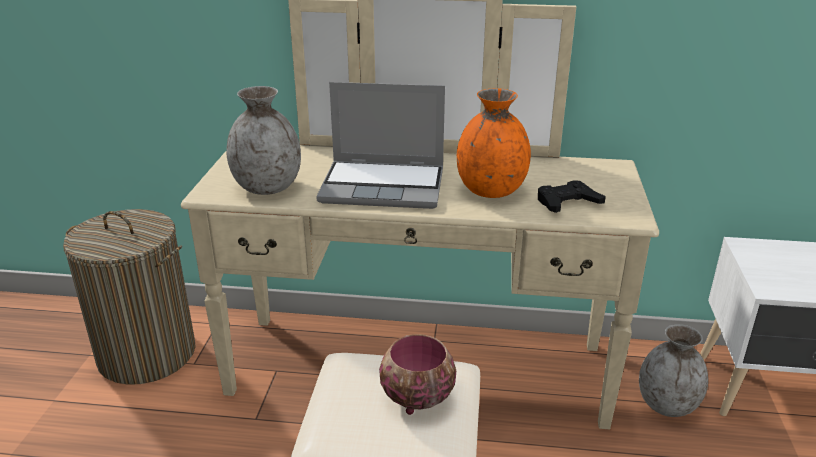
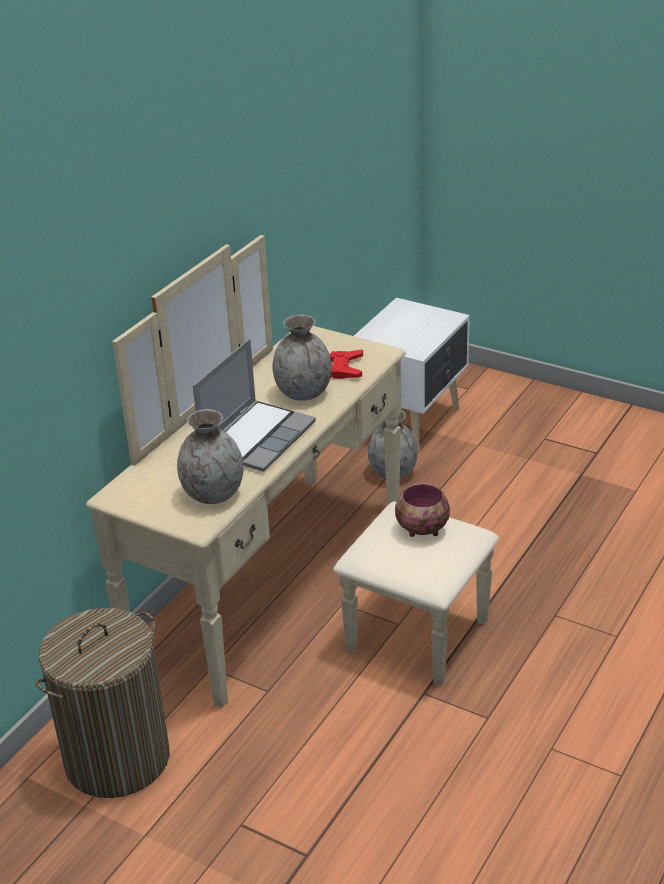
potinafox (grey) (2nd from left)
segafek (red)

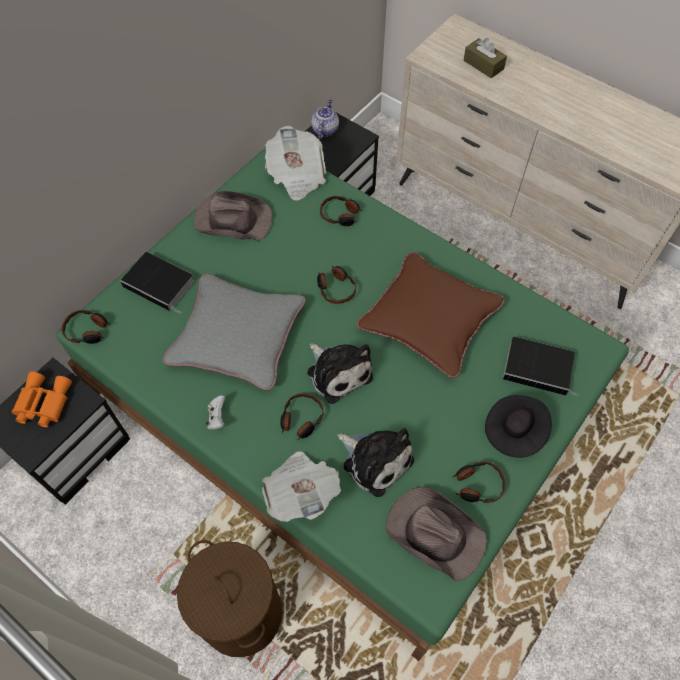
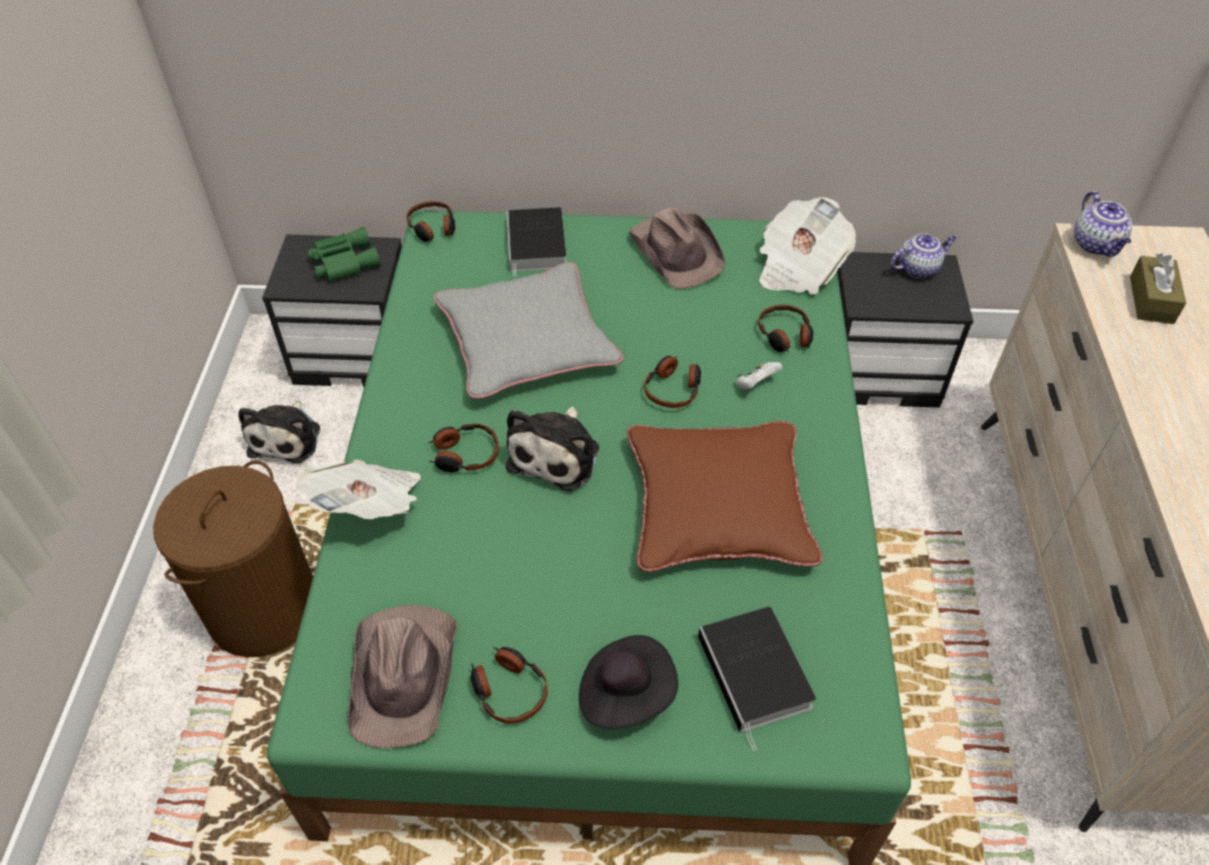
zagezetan (1st from left)
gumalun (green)
segafek (white)
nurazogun (2nd from left)

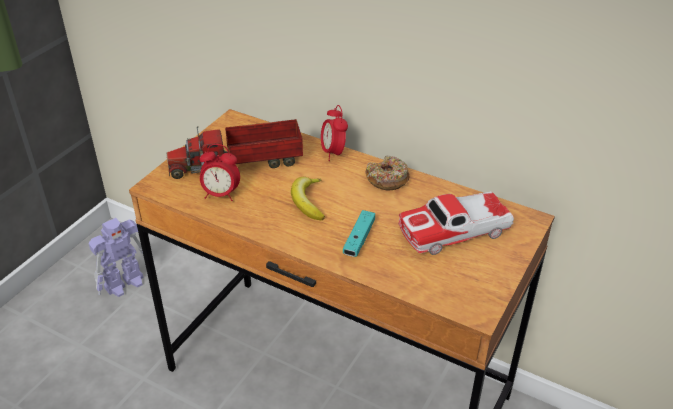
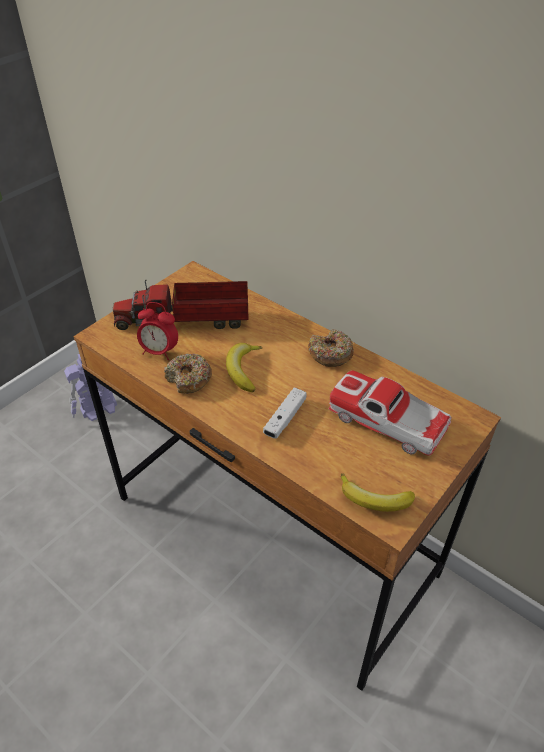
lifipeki (1st from left)
segafek (white)
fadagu
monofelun (2nd from left)
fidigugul (2nd from left in the first image)

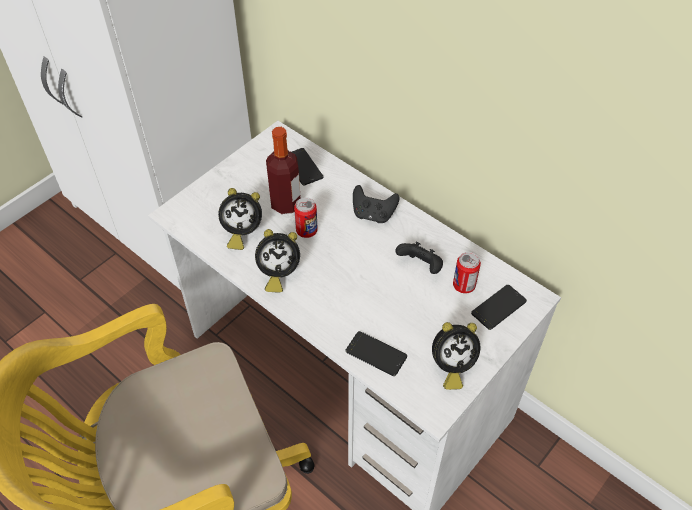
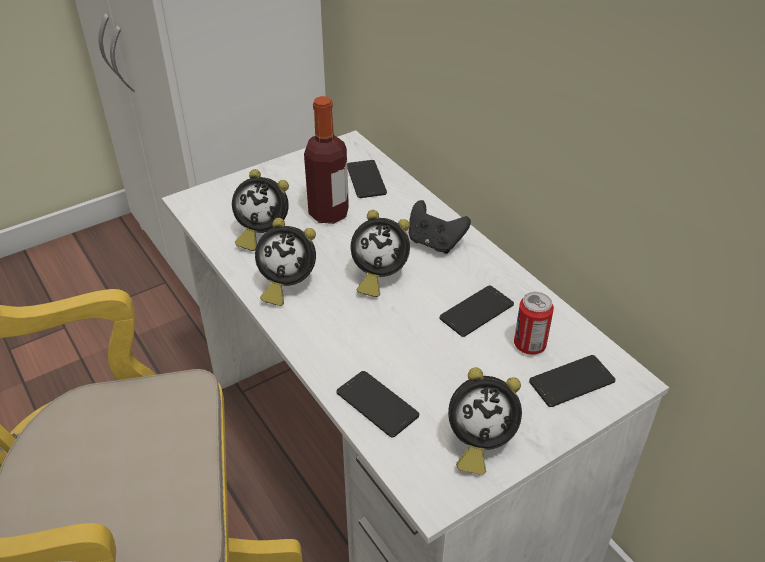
fidigugul (3rd from left)
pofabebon (3rd from left)
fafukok (1st from left in the first image)

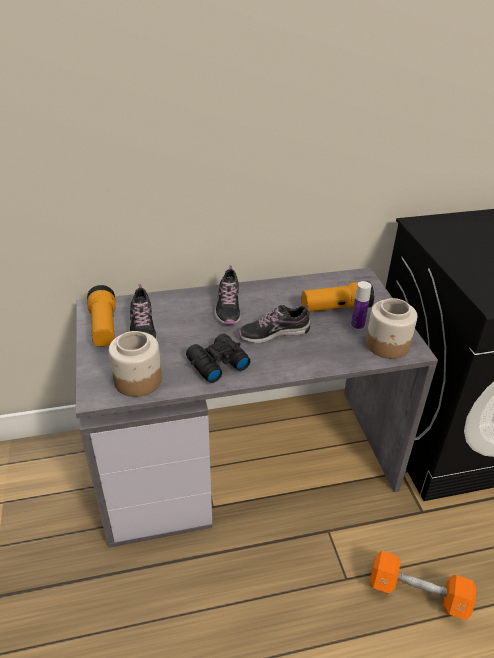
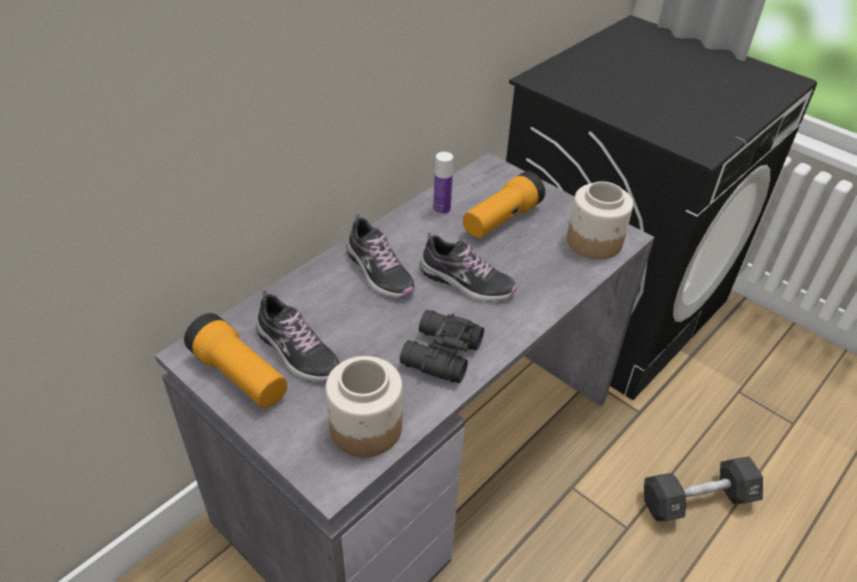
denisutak (3rd from left)
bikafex
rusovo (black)

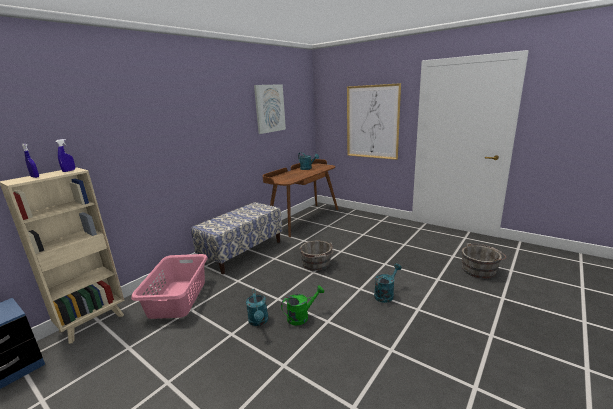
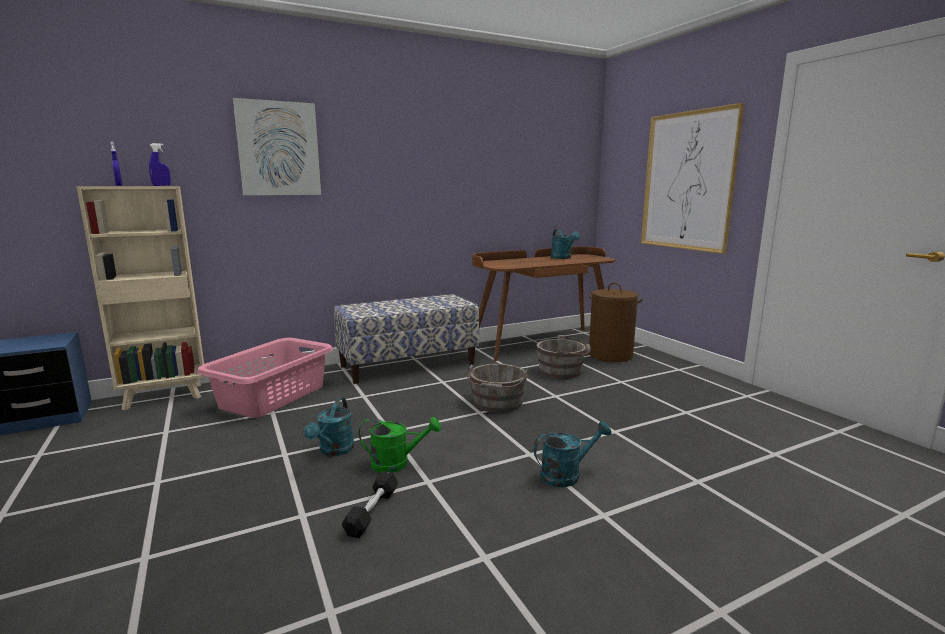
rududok (1st from left)
rusovo (black)
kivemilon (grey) (2nd from left)
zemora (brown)

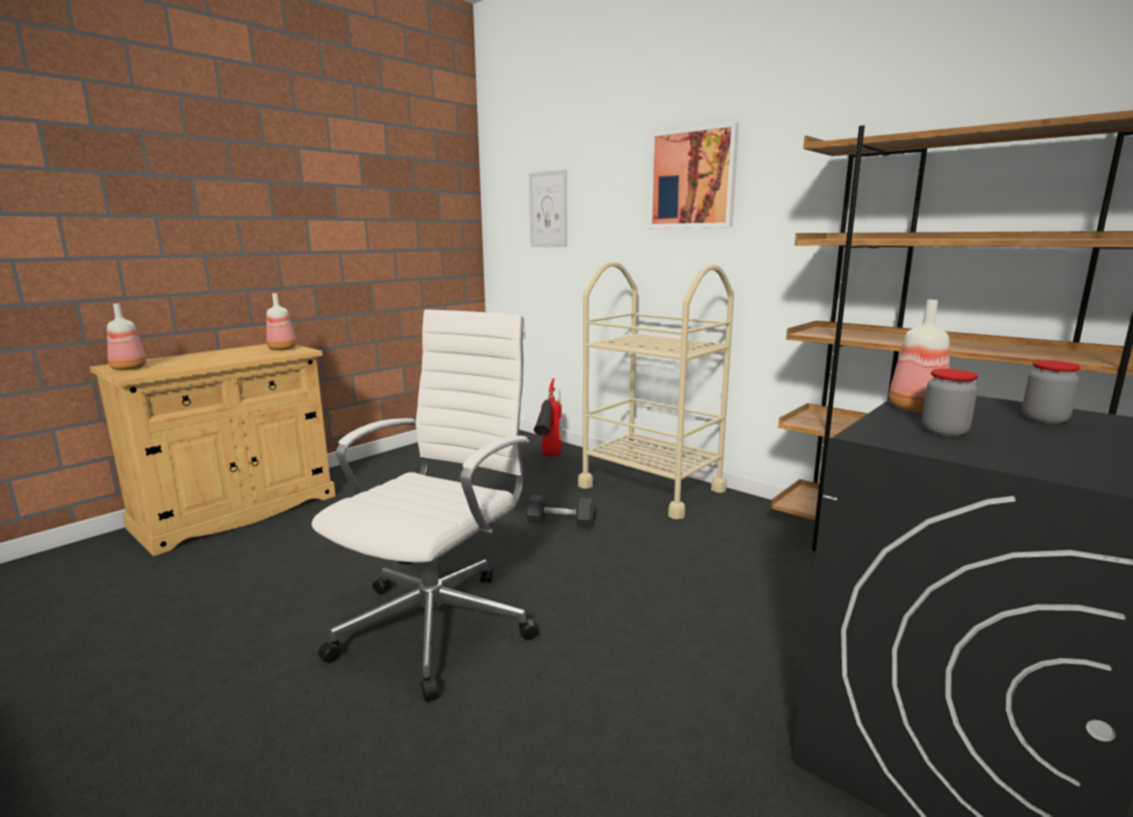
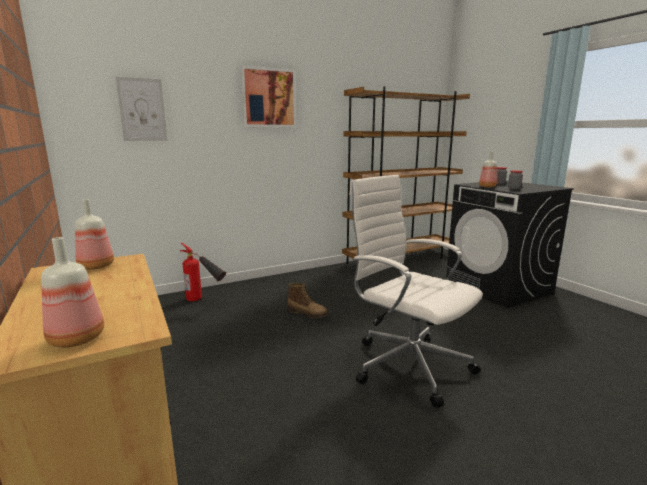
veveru
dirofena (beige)

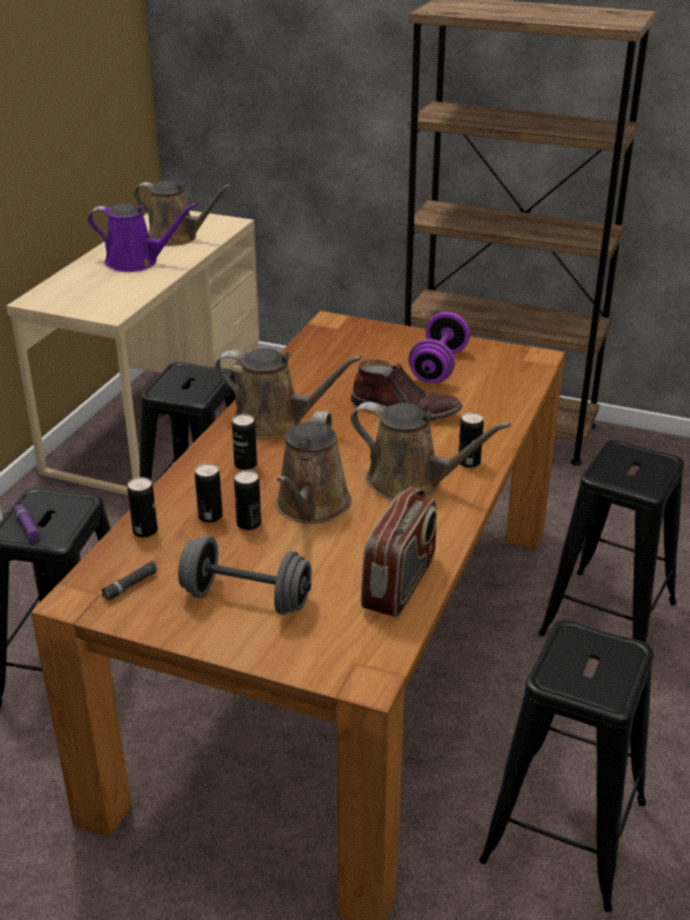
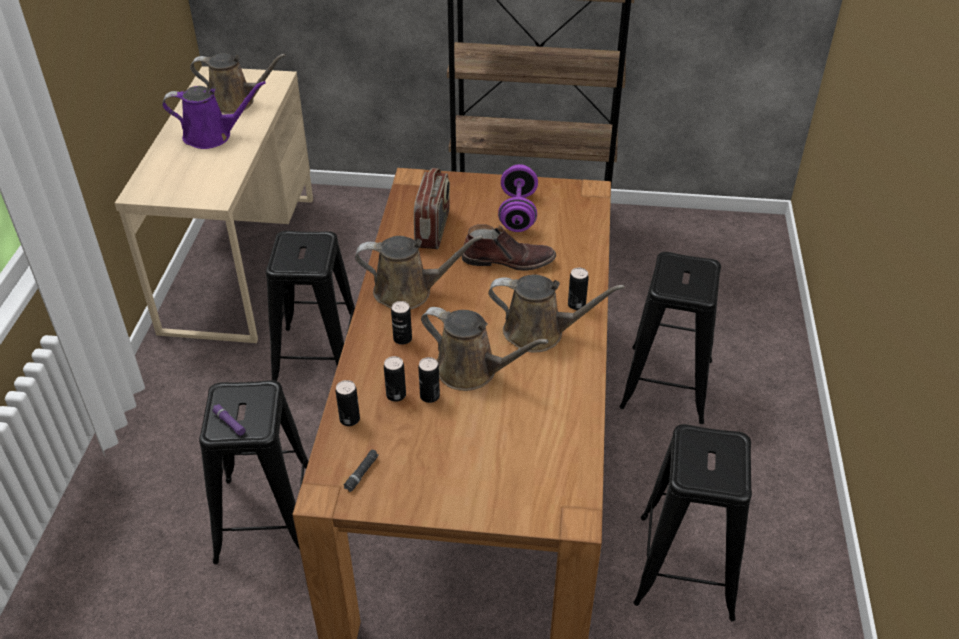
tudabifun
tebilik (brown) (3rd from left)
rusovo (grey)

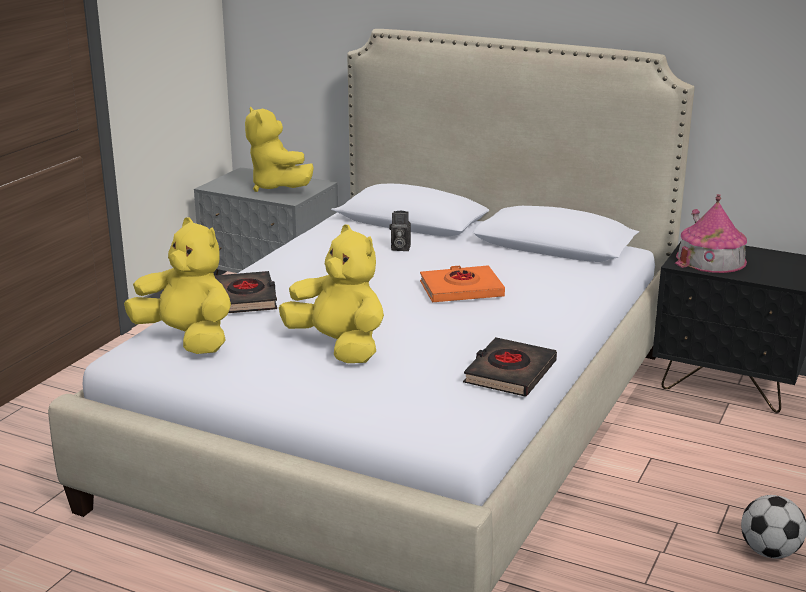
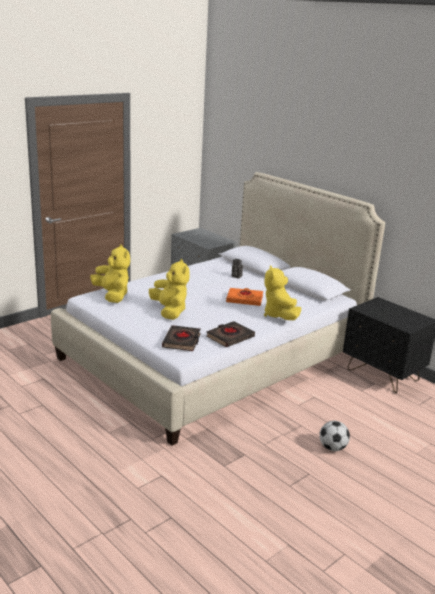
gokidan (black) (1st from left)
zagezetan (yellow) (3rd from left)
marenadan

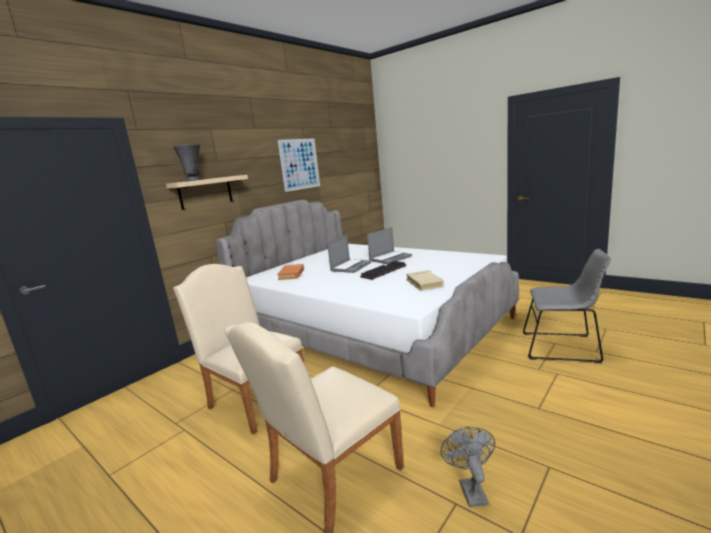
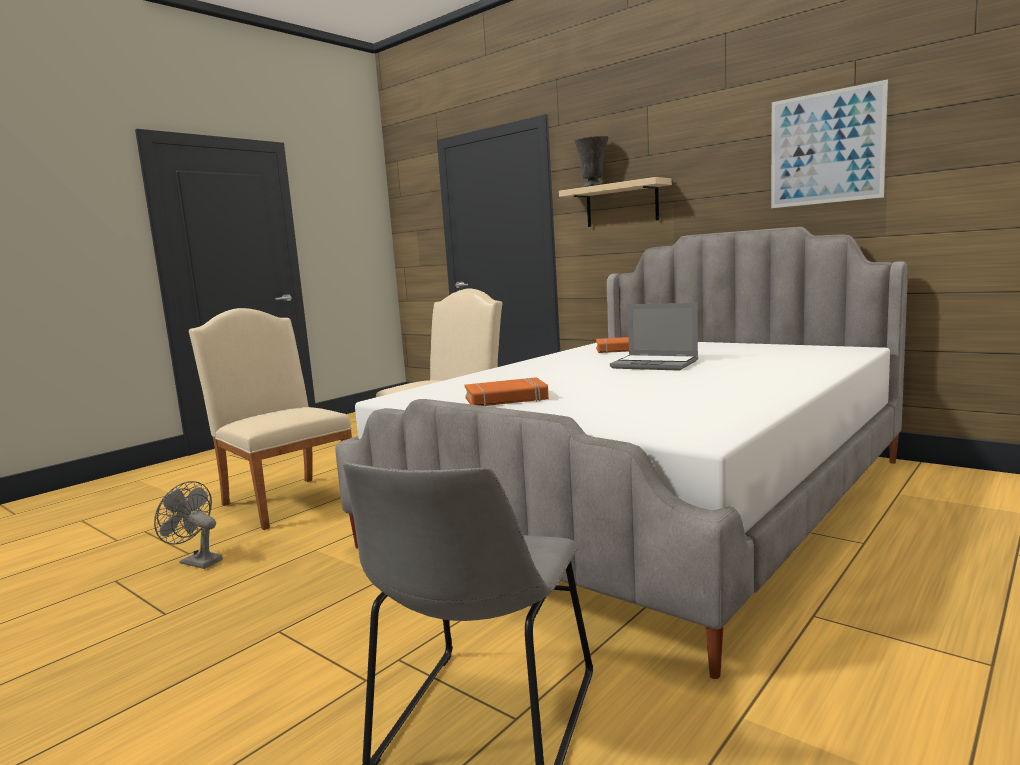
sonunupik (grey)
gokidan (orange) (1st from left)
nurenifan
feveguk (2nd from left in the first image)

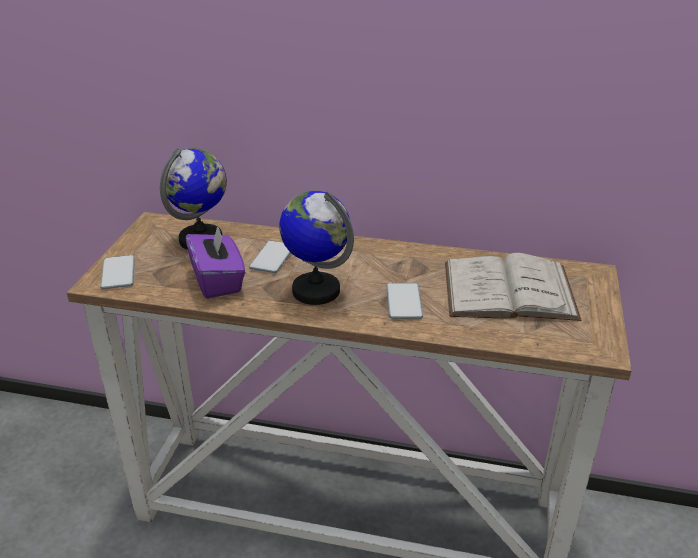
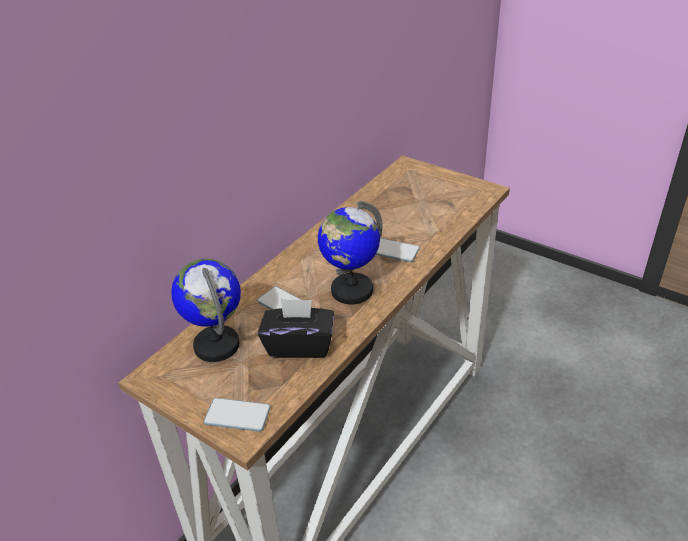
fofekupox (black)
gokidan (white)

